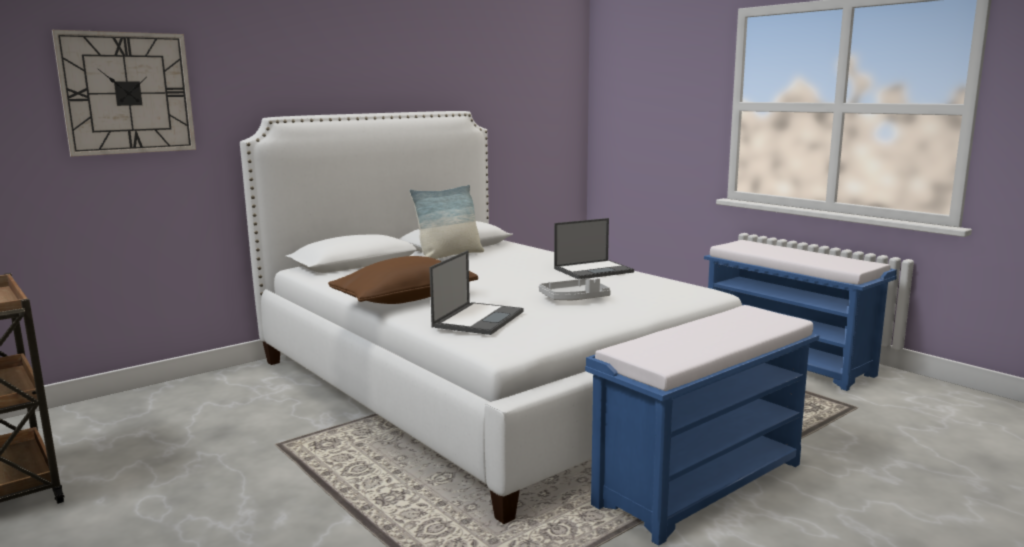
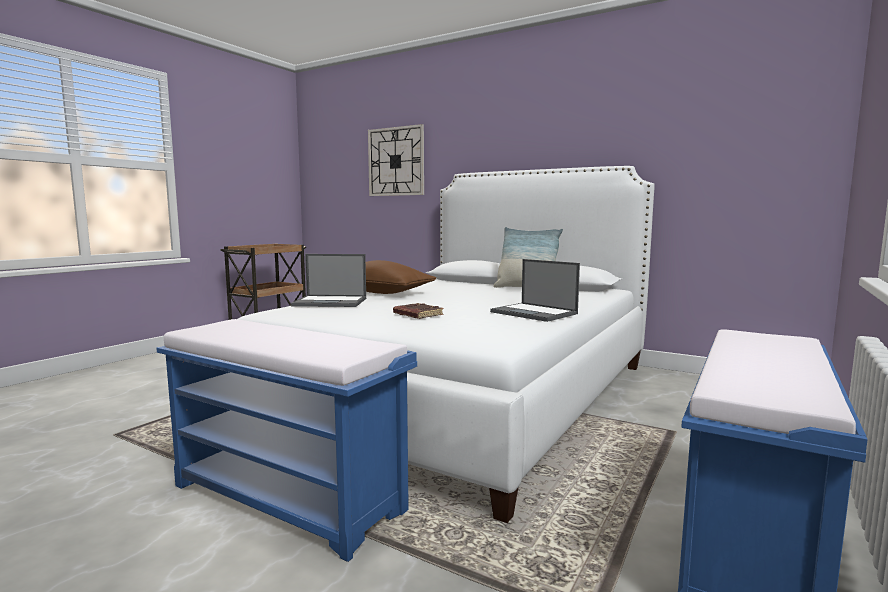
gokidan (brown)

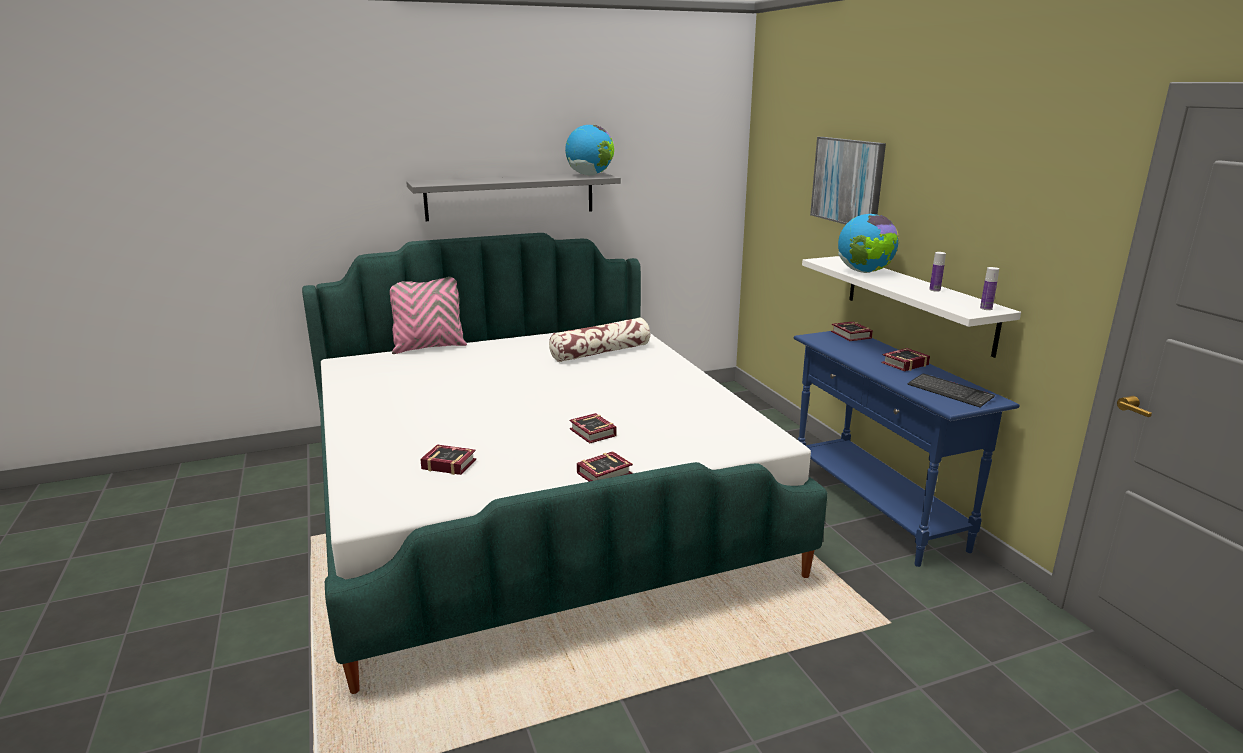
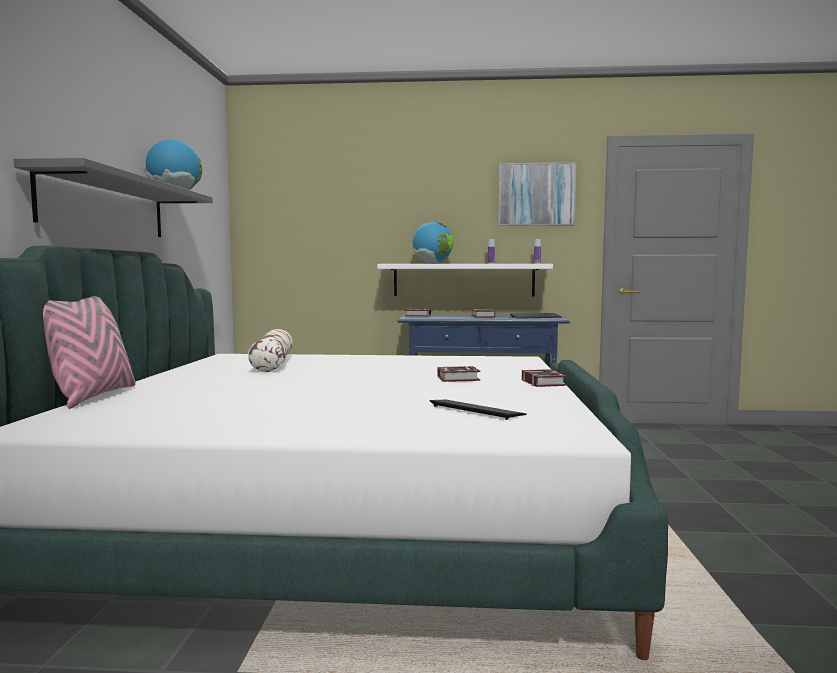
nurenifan (1st from left)
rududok

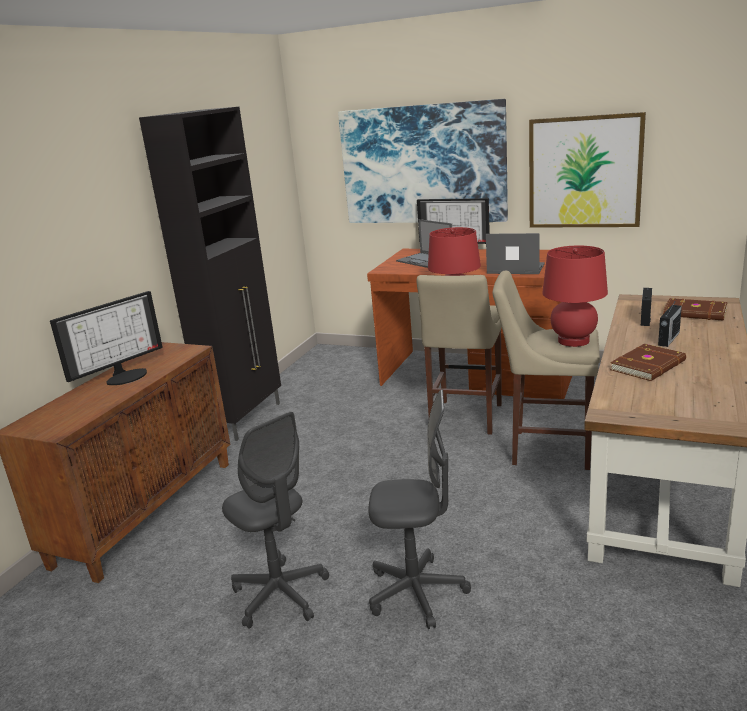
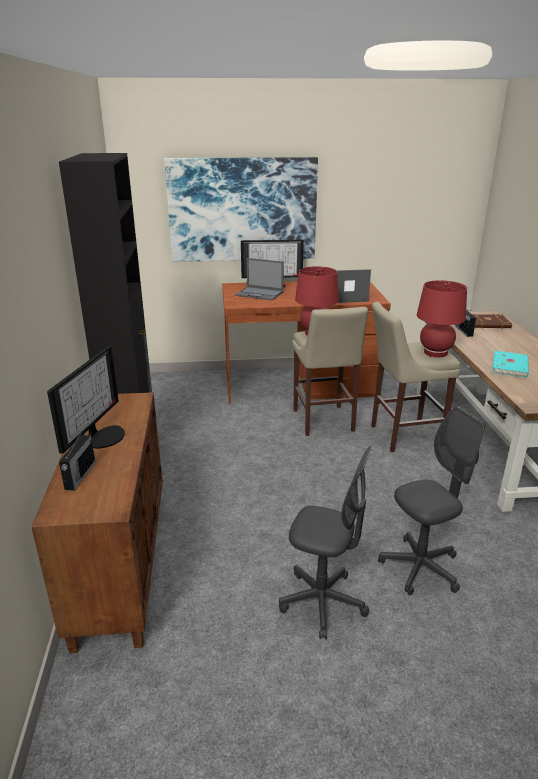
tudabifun (1st from left)
gokidan (turquoise)
rududok (2nd from left in the first image)

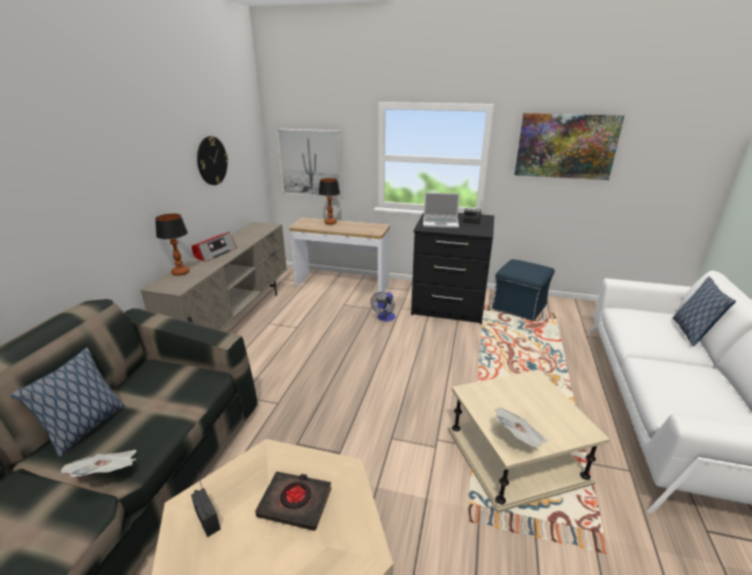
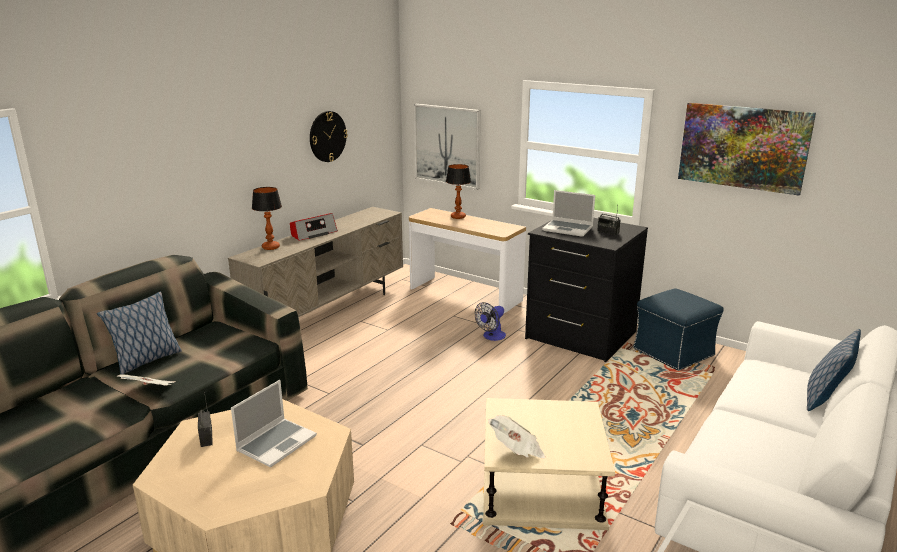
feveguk (1st from left)

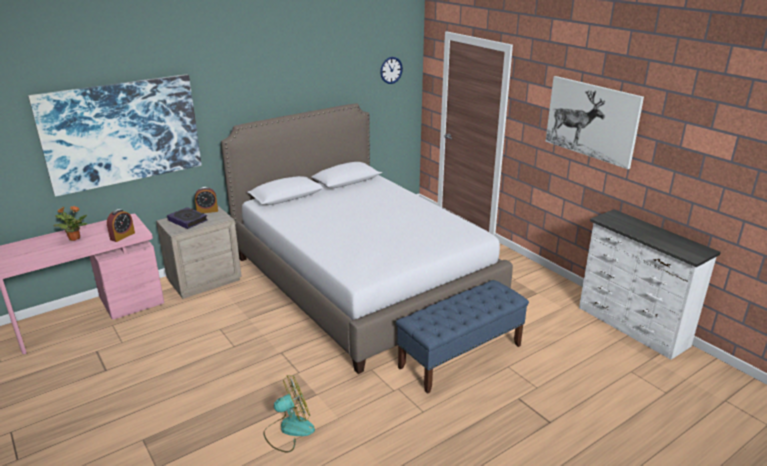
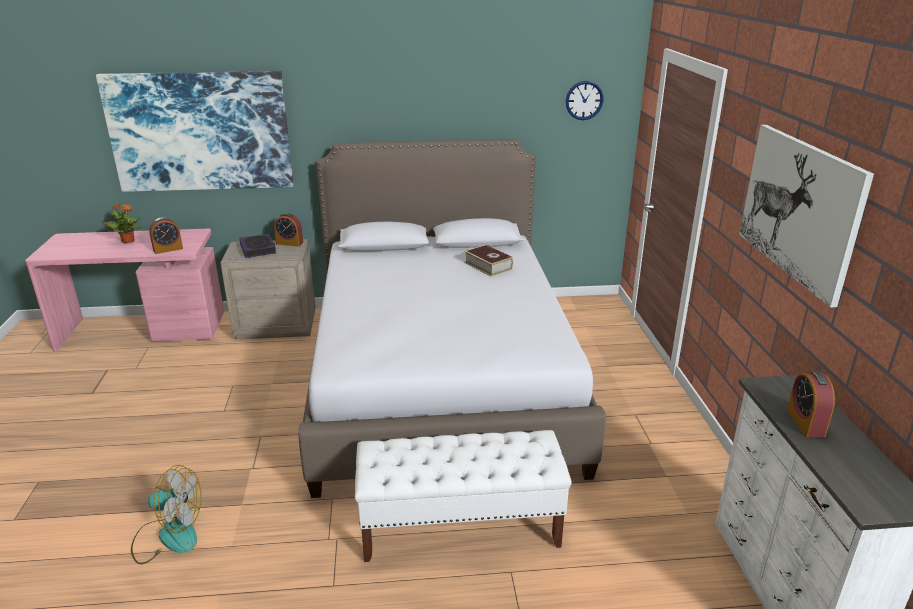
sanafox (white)
gokidan (2nd from left)
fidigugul (3rd from left)

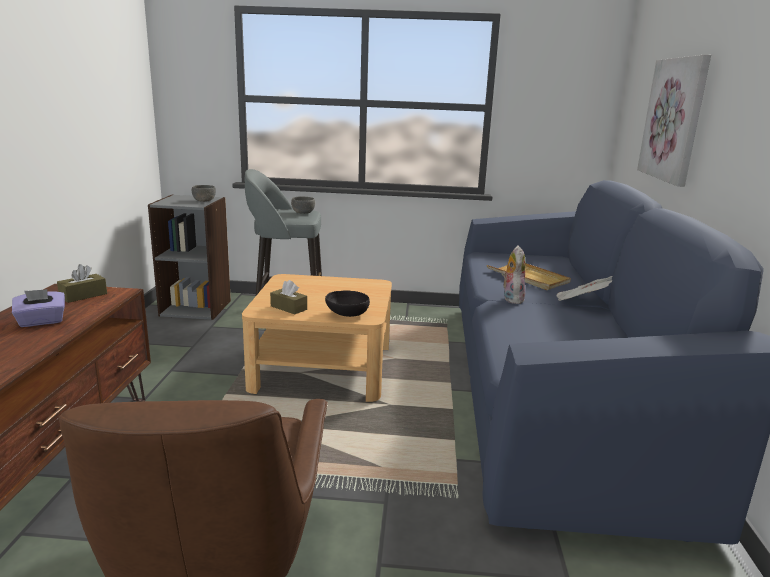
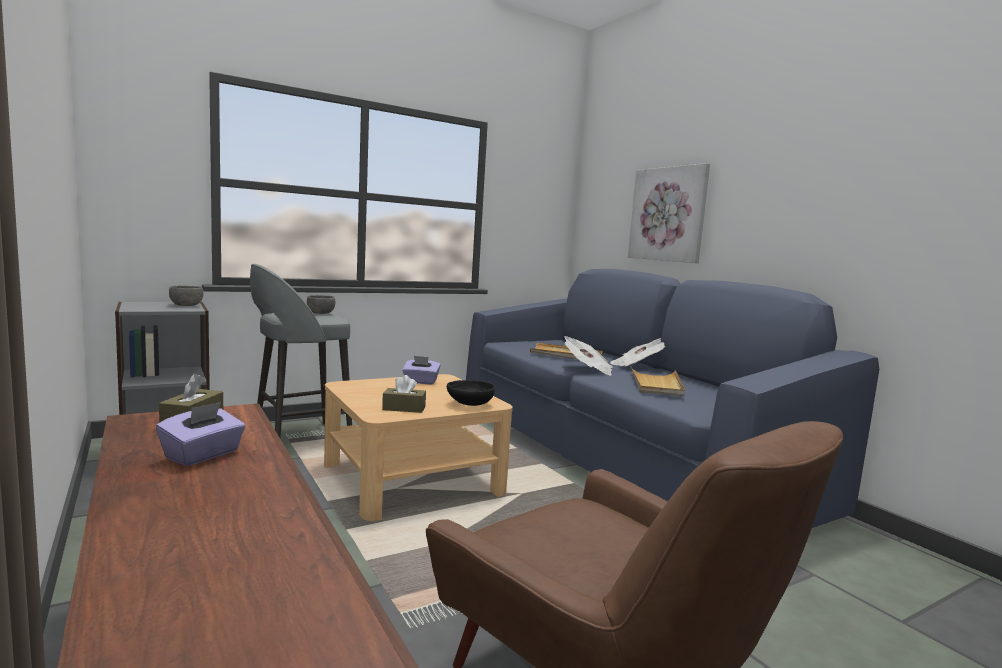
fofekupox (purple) (2nd from left)
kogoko (1st from left)
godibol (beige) (2nd from left)

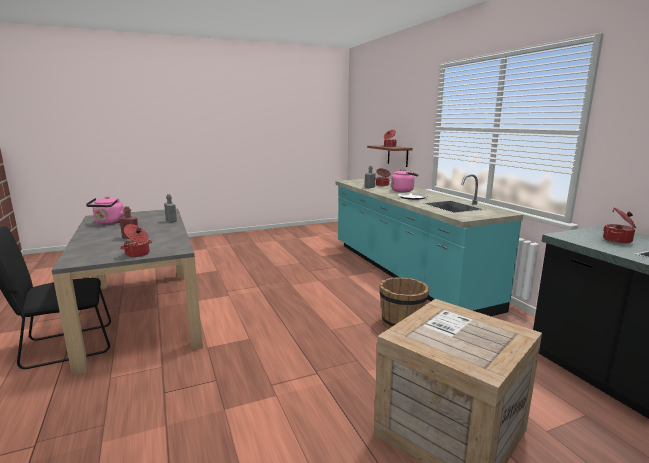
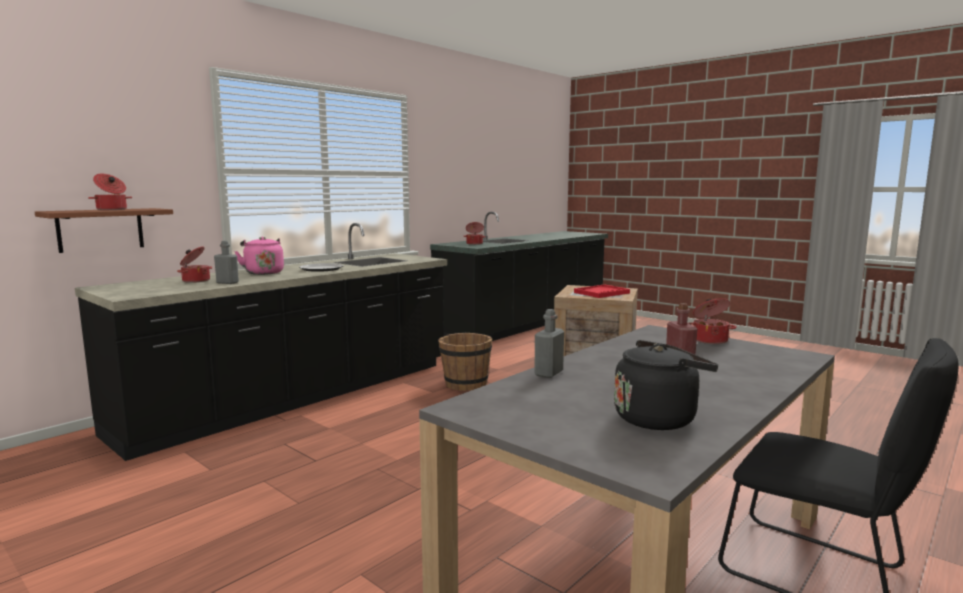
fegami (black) (1st from left)
godibol (red)
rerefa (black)

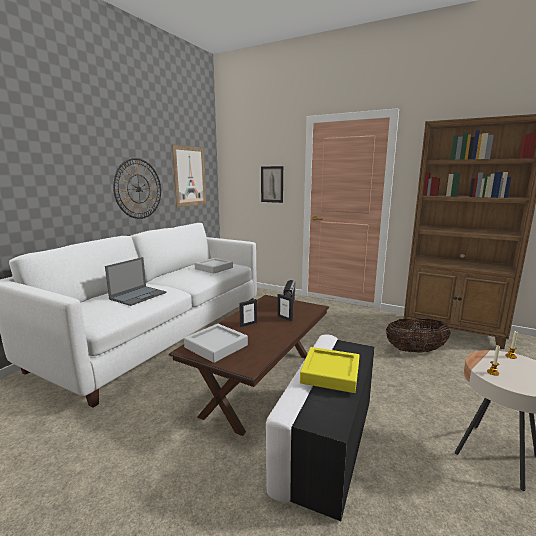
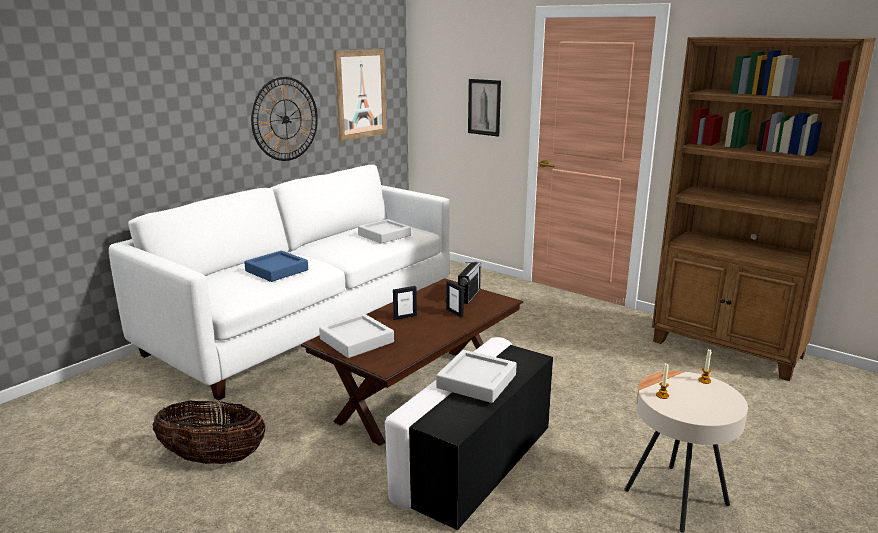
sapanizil
godibol (blue)
godibol (grey) (3rd from left)

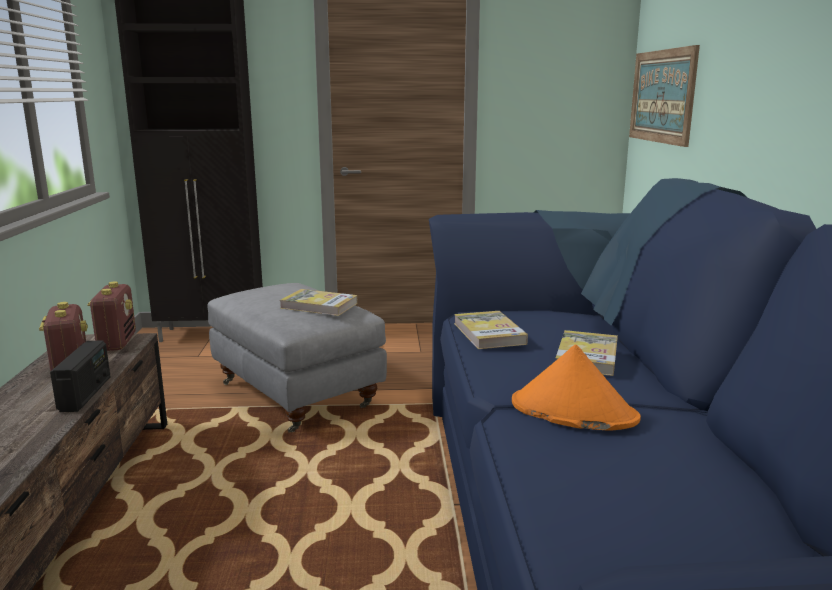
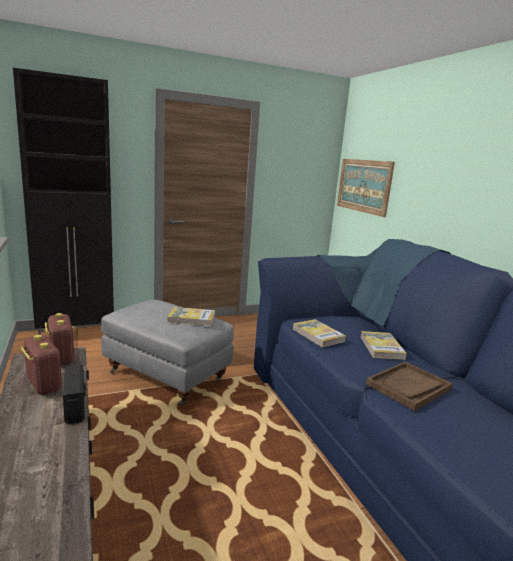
godibol (brown)

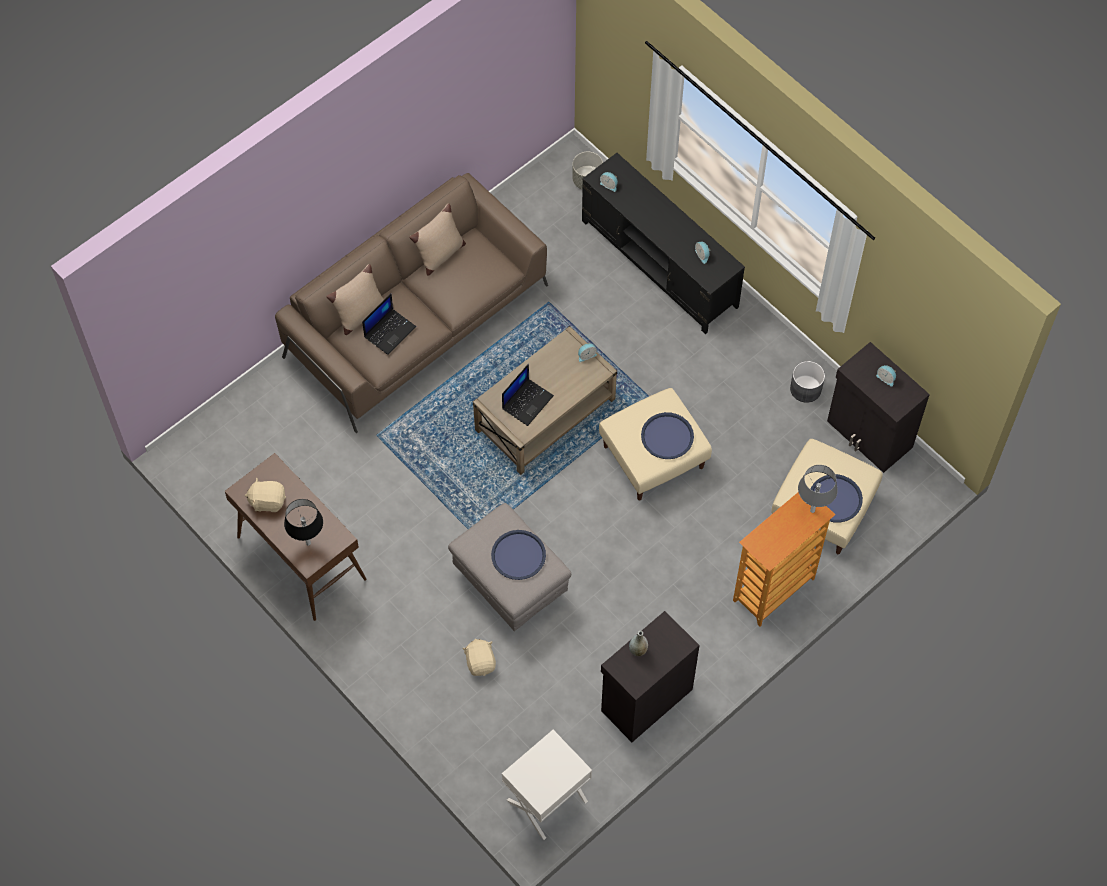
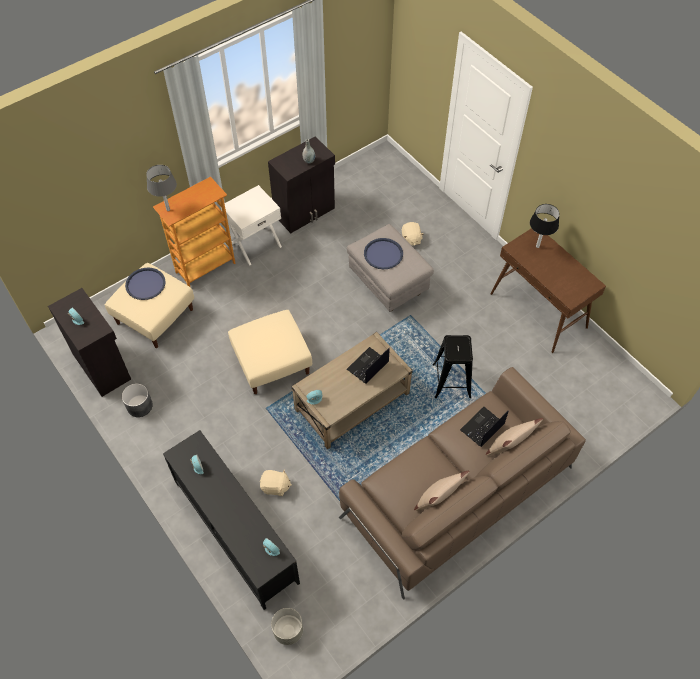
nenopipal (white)
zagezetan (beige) (1st from left)
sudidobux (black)
godibol (blue) (2nd from left in the first image)

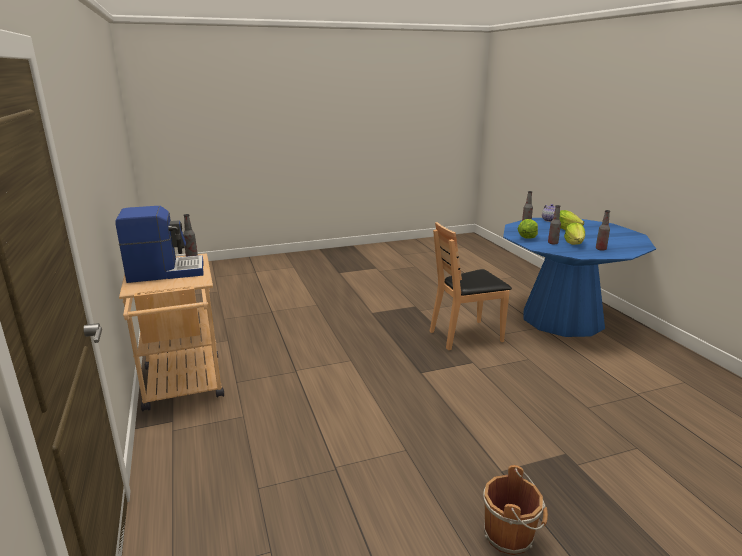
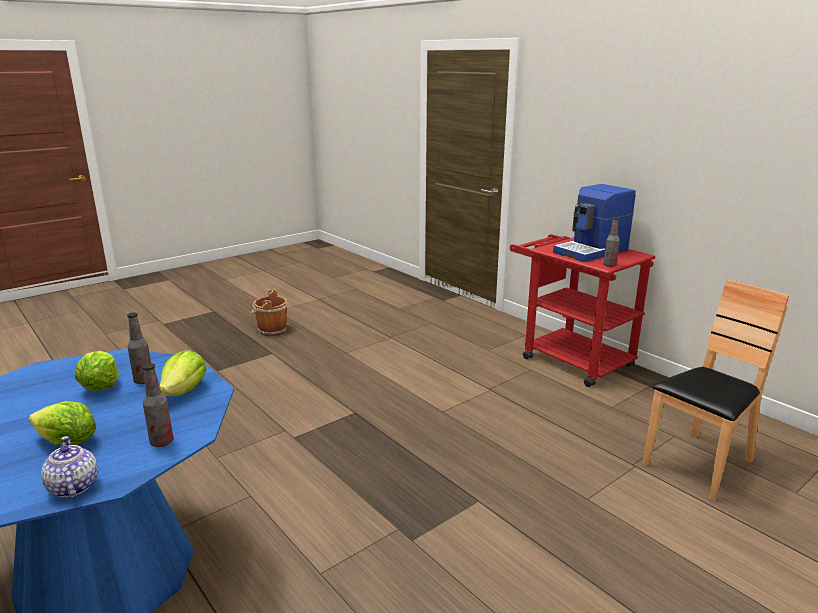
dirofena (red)
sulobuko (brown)
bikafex (4th from left in the first image)

